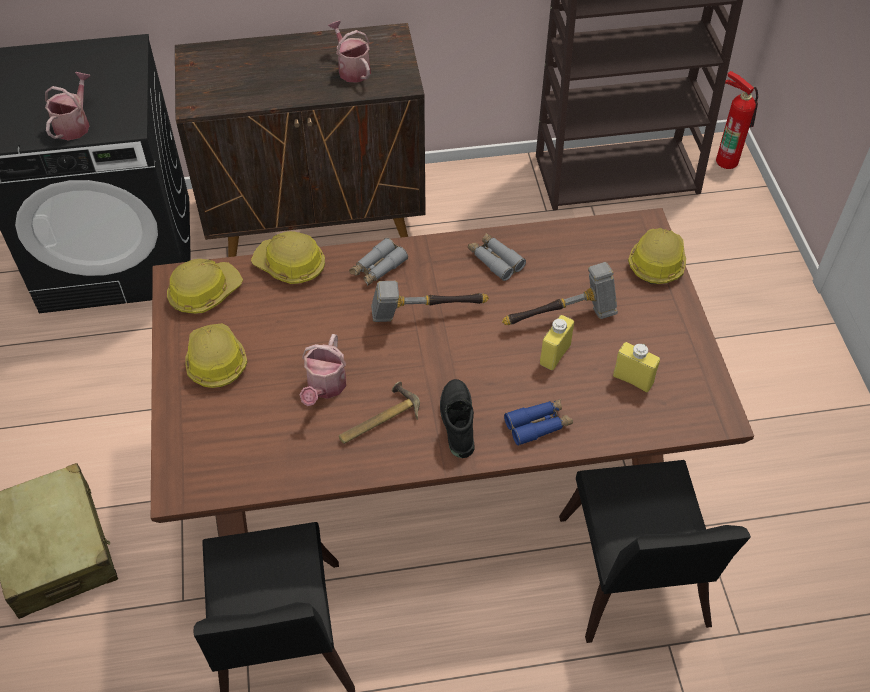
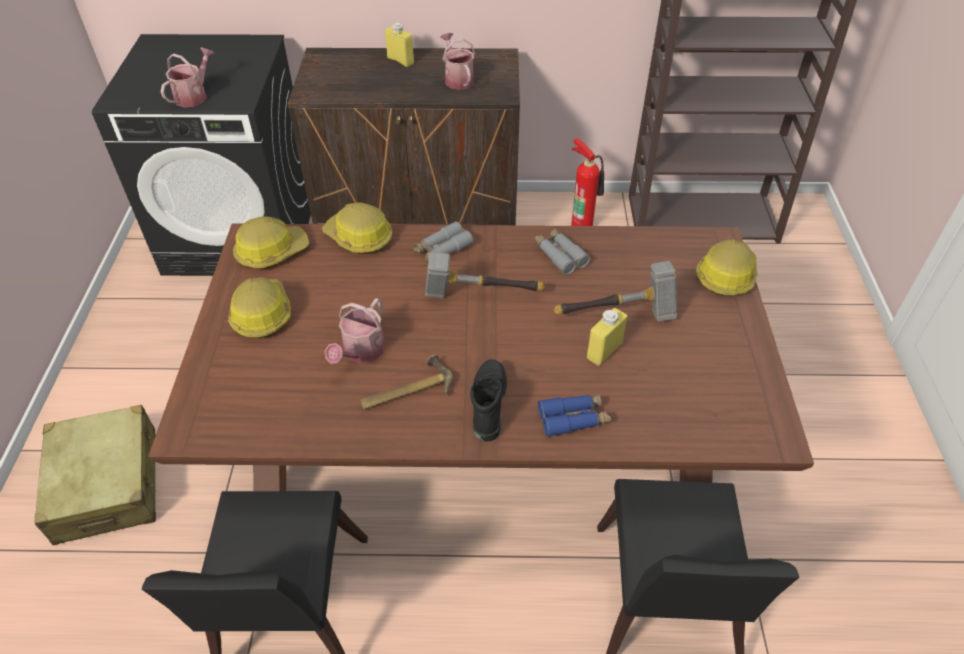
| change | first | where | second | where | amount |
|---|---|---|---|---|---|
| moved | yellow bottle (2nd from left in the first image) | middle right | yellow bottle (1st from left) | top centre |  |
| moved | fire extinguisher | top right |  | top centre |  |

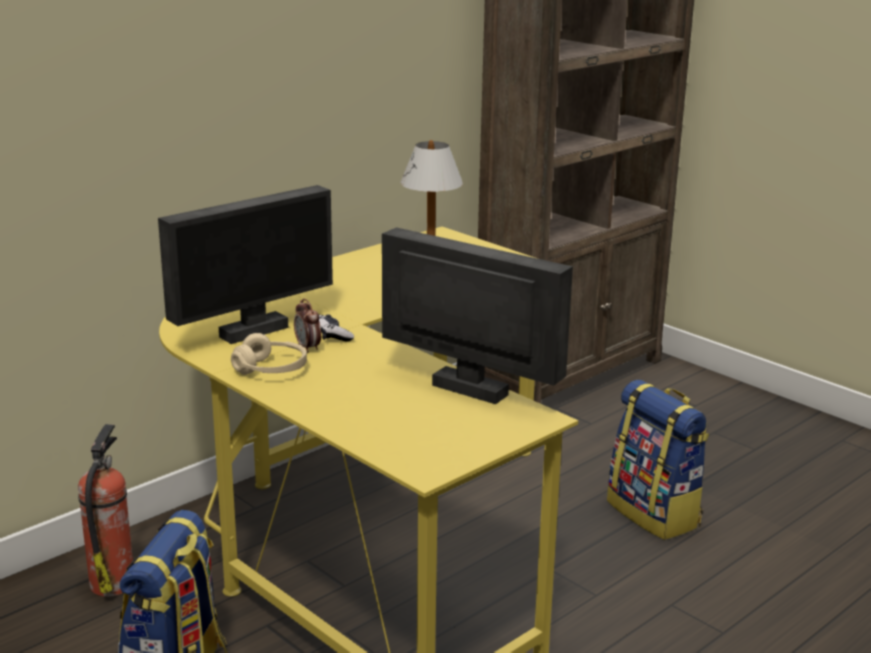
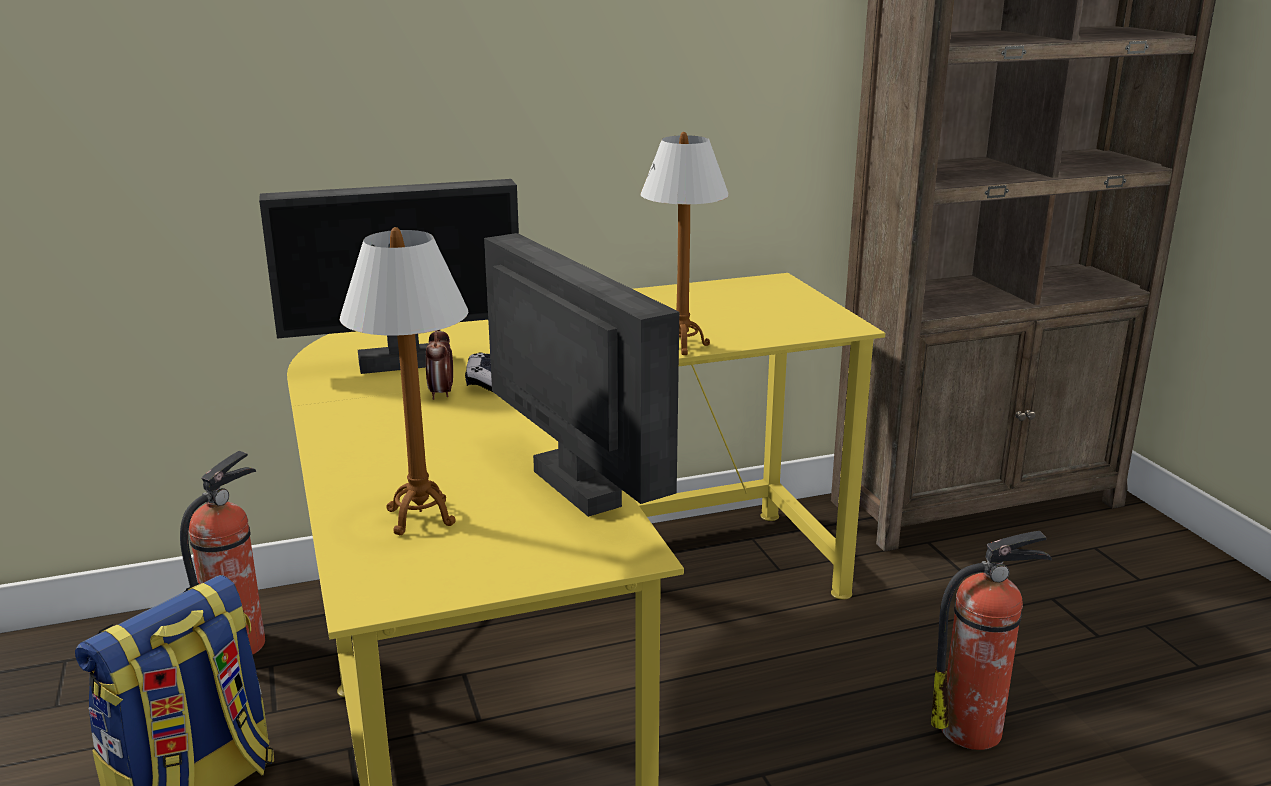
| change | first | where | second | where | amount |
|---|---|---|---|---|---|
| added |  |  | table lamp (1st from left) | middle left |  |
| replaced | backpack (2nd from left) | bottom right | fire extinguisher (2nd from left) | bottom right |  |
| removed | beige headphones | middle left |  |  |  |

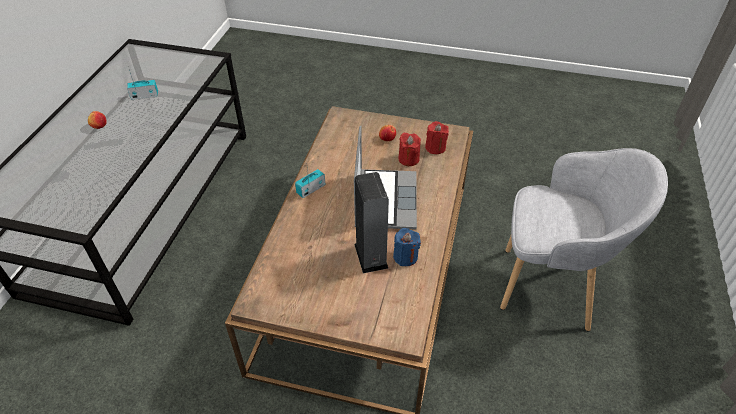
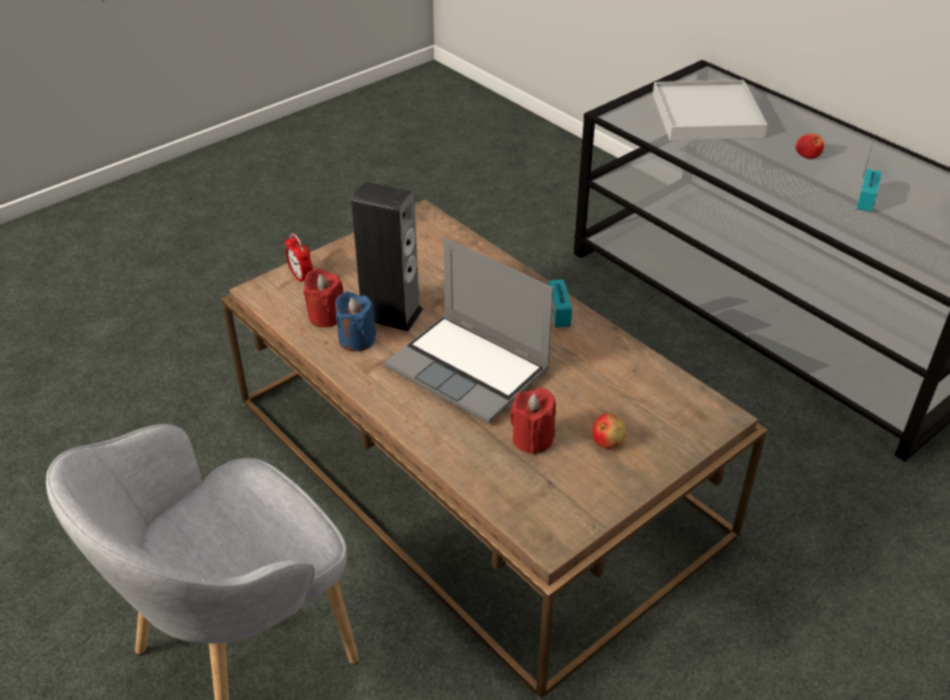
| change | first | where | second | where | amount |
|---|---|---|---|---|---|
| added |  |  | alarm clock | middle left |  |
| moved | red candle (2nd from left in the first image) | top centre | red candle (1st from left) | centre |  |
| added |  |  | white tray | top right |  |

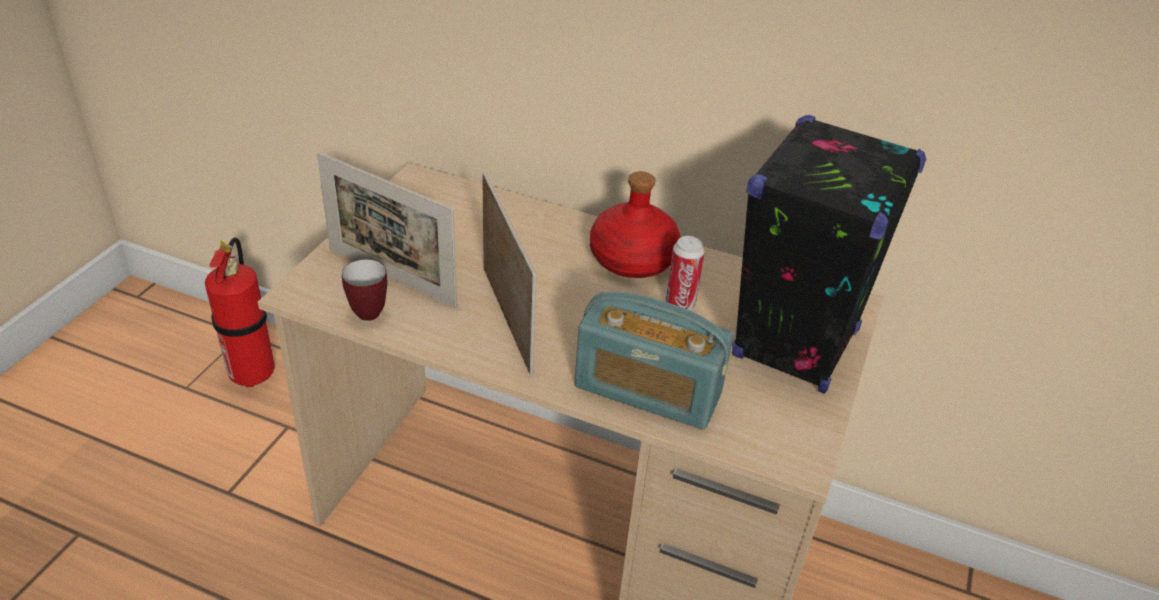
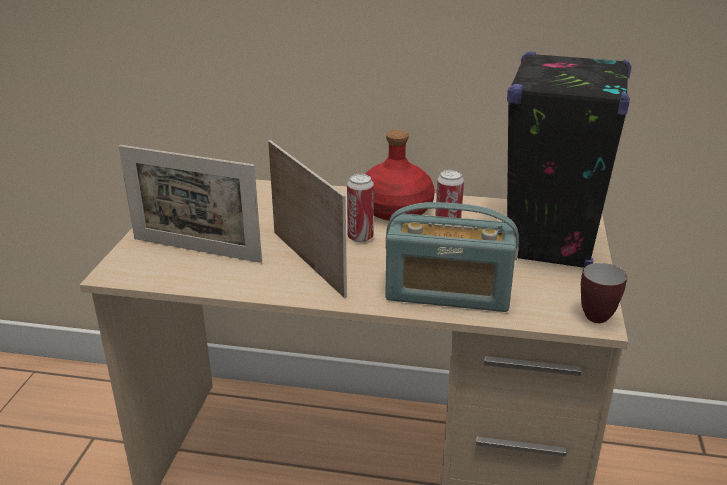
| change | first | where | second | where | amount |
|---|---|---|---|---|---|
| added |  |  | can (1st from left) | centre |  |
| moved | mug | middle left |  | middle right |  |
| removed | fire extinguisher | middle left |  |  |  |

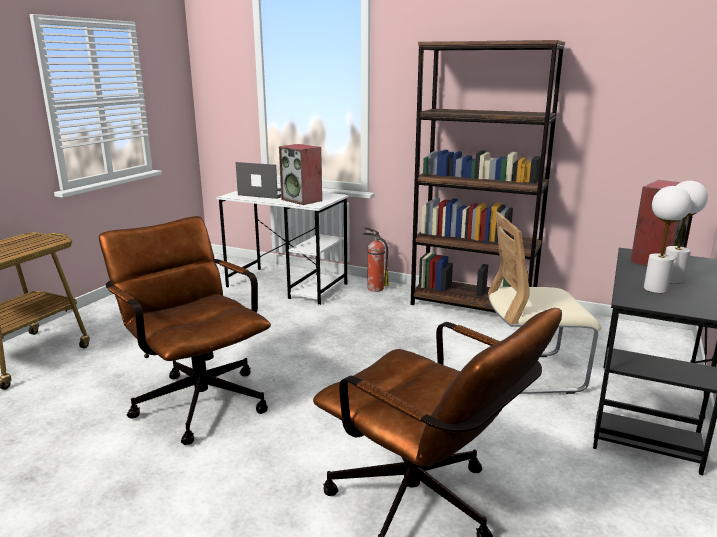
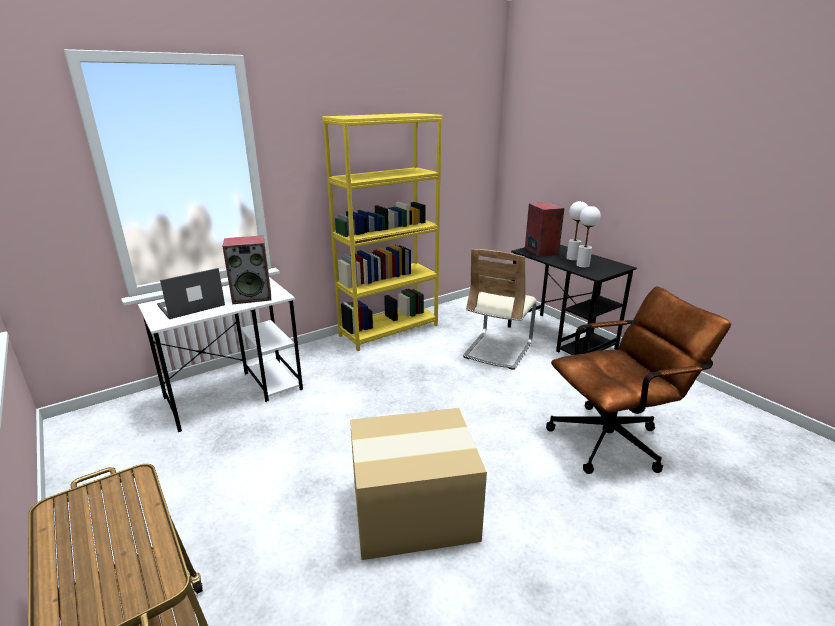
| change | first | where | second | where | amount |
|---|---|---|---|---|---|
| recoloured | brown bookcase | top right | yellow bookcase | centre |  |
| replaced | brown office chair (1st from left) | middle left | cardboard box | bottom centre |  |
| removed | fire extinguisher | centre |  |  |  |

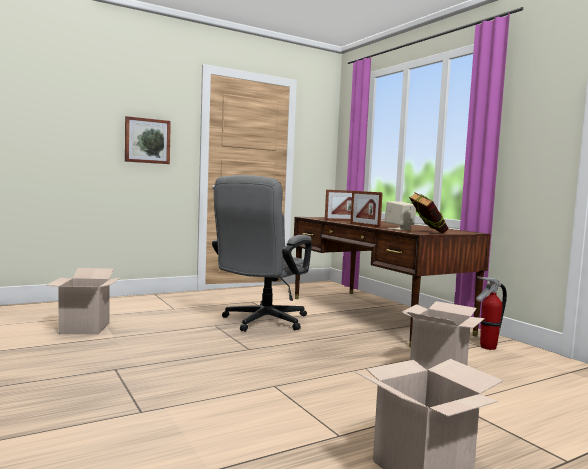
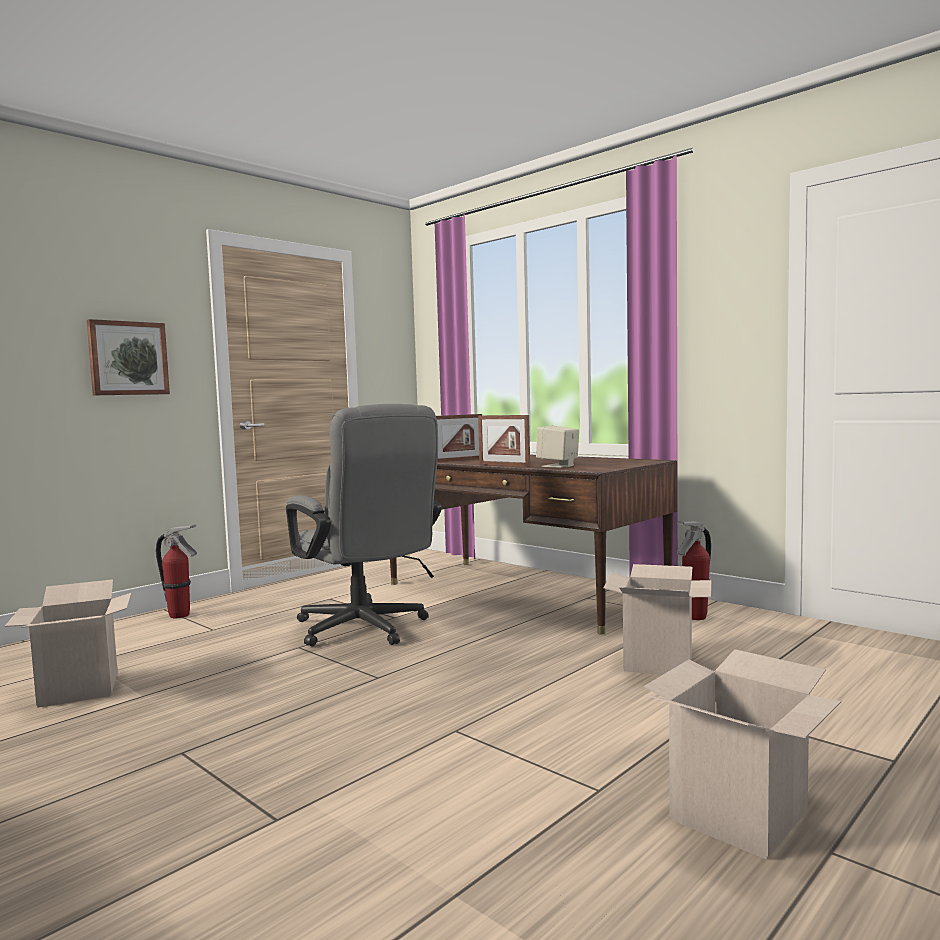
| change | first | where | second | where | amount |
|---|---|---|---|---|---|
| added |  |  | fire extinguisher (1st from left) | middle left |  |
| turned | grey office chair | centre |  | centre | 45 degrees counterclockwise |
| removed | book | middle right |  |  |  |

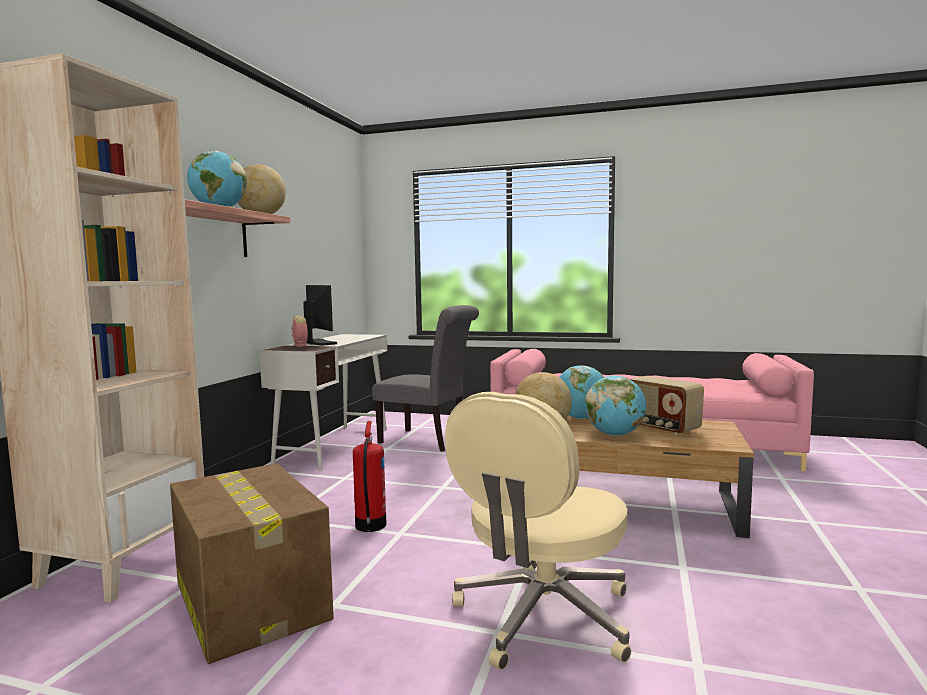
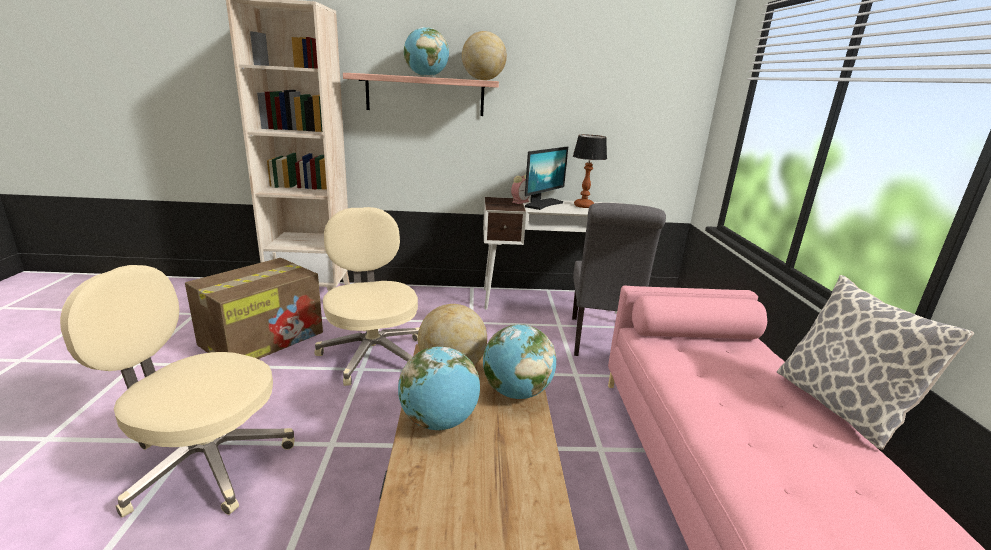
| change | first | where | second | where | amount |
|---|---|---|---|---|---|
| replaced | fire extinguisher | bottom centre | beige office chair (2nd from left) | centre |  |
| added |  |  | table lamp | top centre |  |
| added |  |  | pillow | middle right |  |
| removed | radio | middle right |  |  |  |

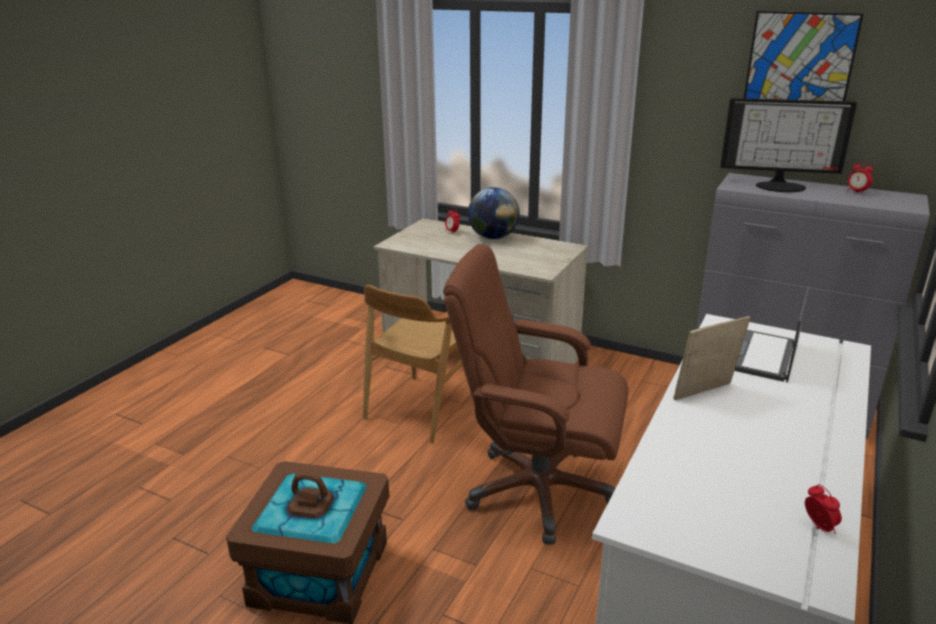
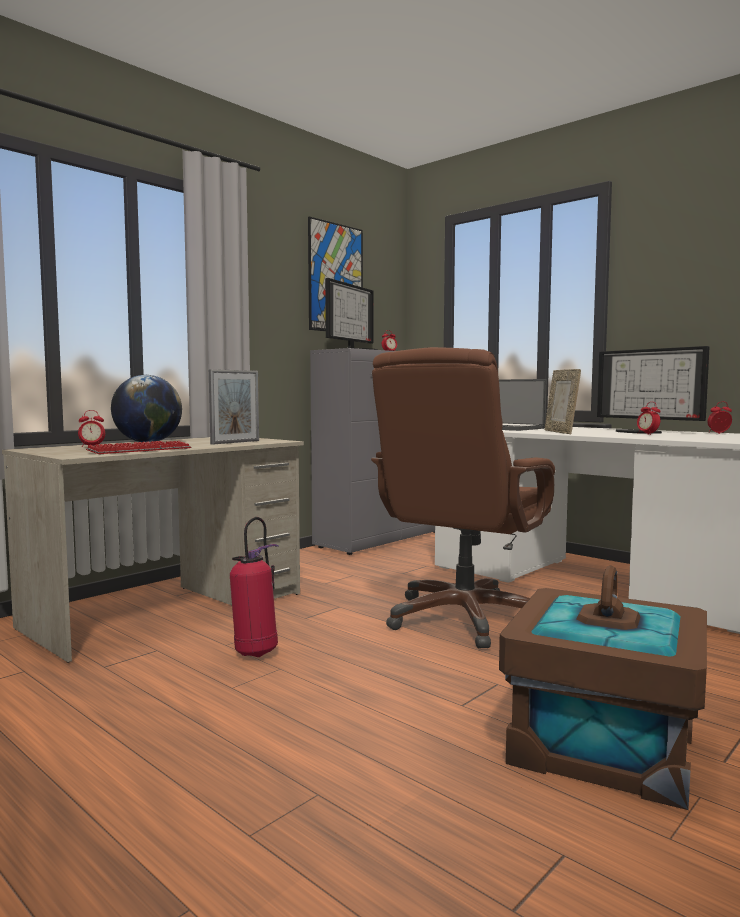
| change | first | where | second | where | amount |
|---|---|---|---|---|---|
| added |  |  | keyboard | middle left |  |
| added |  |  | picture frame (1st from left) | middle left |  |
| replaced | brown chair | centre | fire extinguisher | centre |  |
| added |  |  | monitor (2nd from left) | middle right |  |
| added |  |  | alarm clock (3rd from left) | middle right |  |

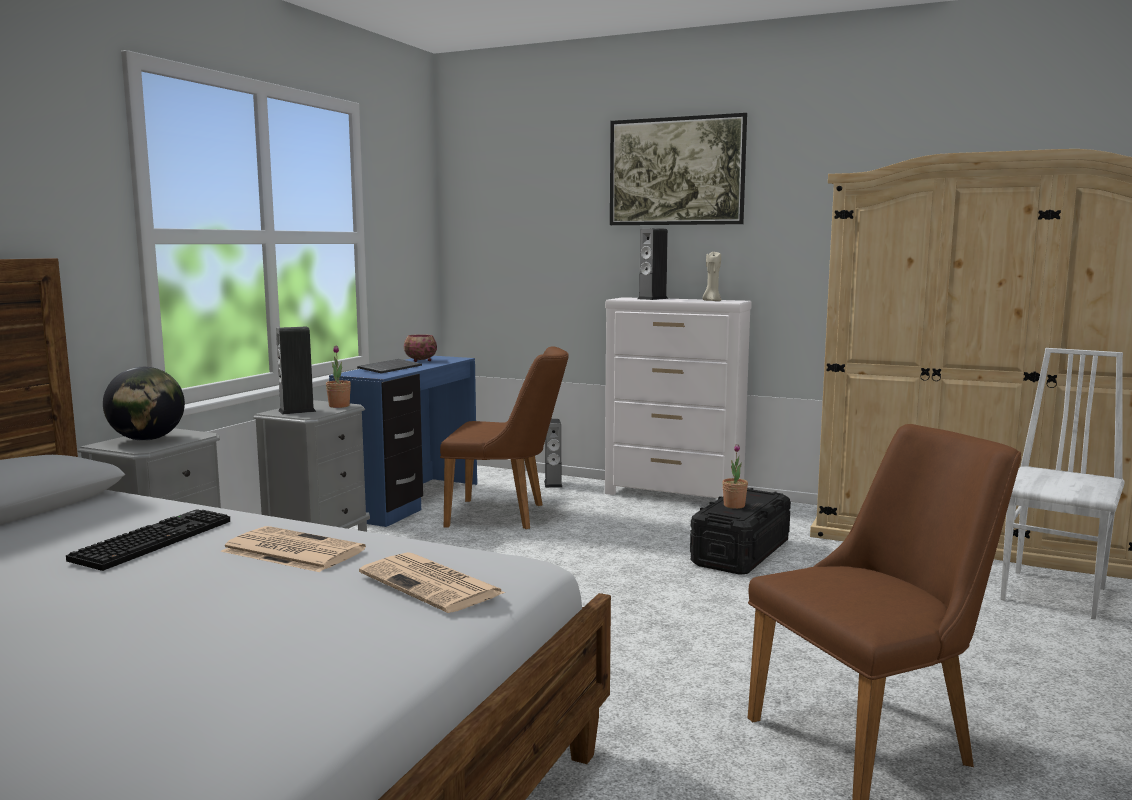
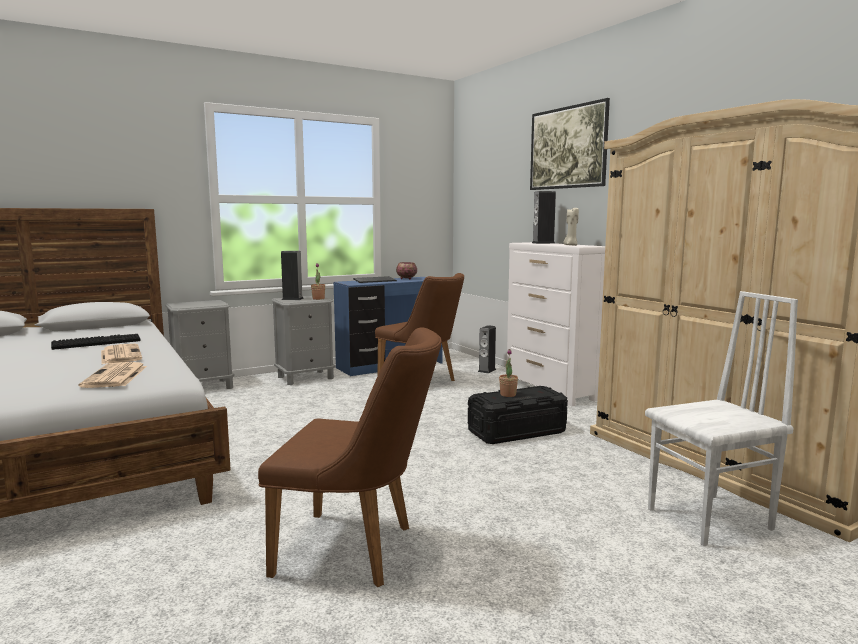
| change | first | where | second | where | amount |
|---|---|---|---|---|---|
| removed | globe | middle left |  |  |  |

